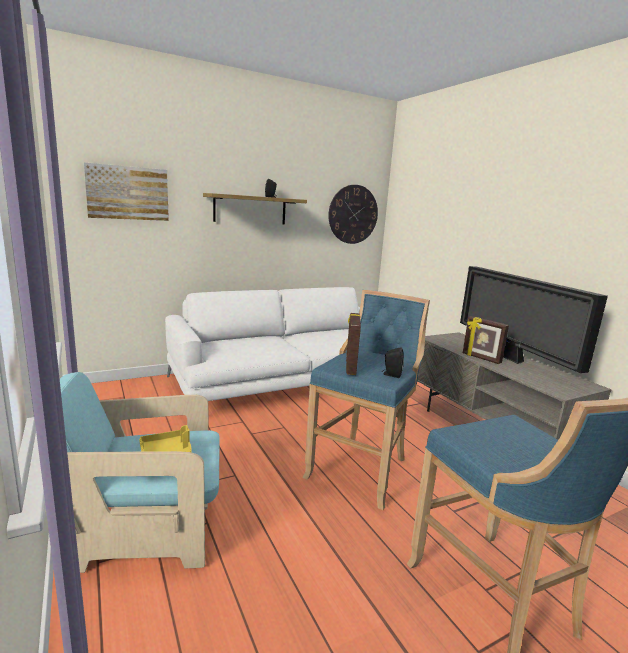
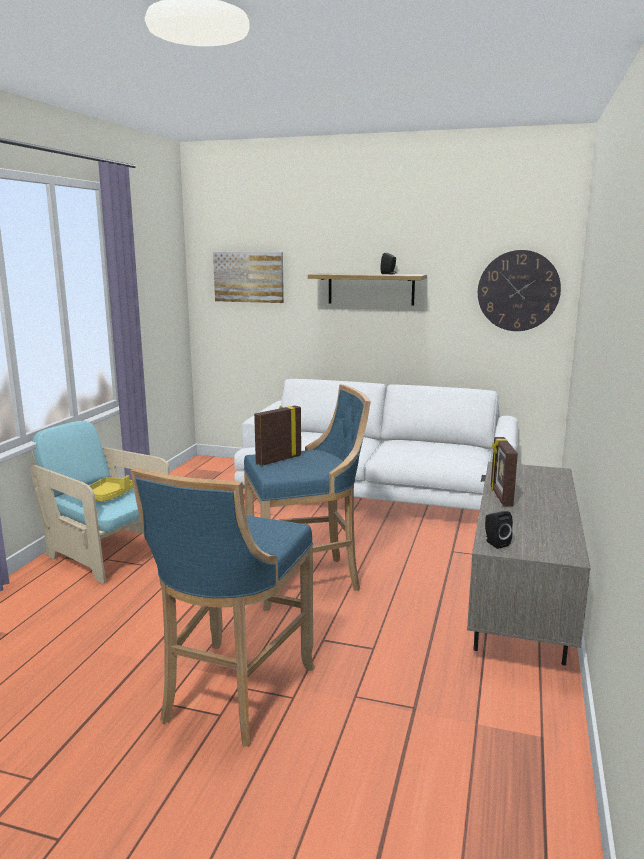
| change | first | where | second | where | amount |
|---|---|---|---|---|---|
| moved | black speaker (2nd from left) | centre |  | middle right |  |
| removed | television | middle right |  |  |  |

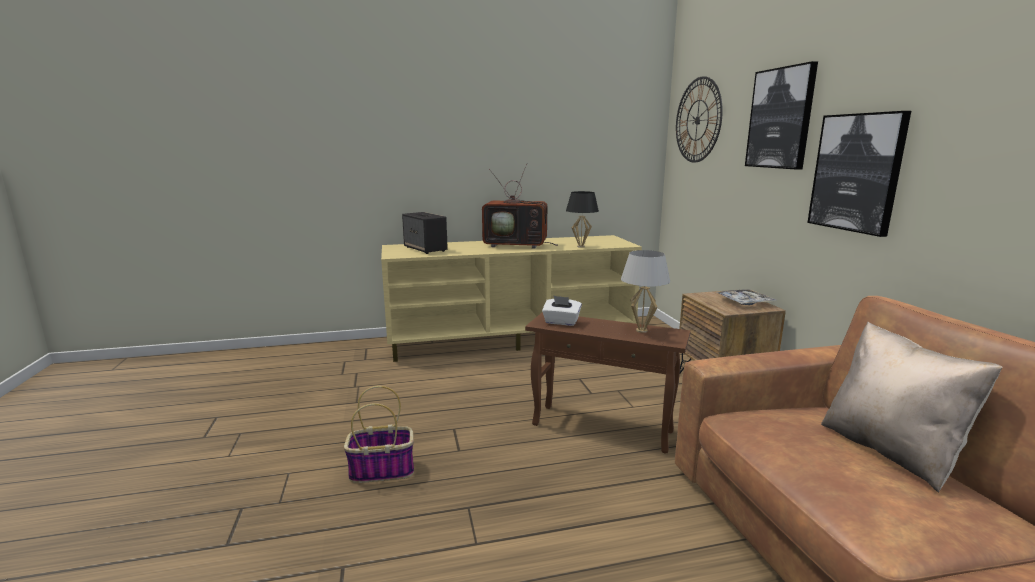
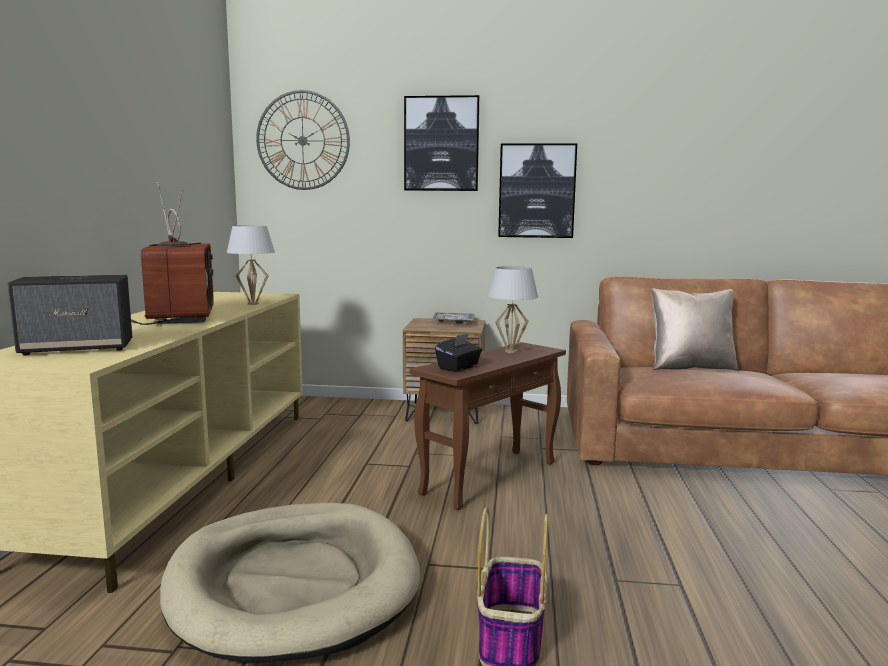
| change | first | where | second | where | amount |
|---|---|---|---|---|---|
| turned | television | centre |  | middle left | 45 degrees counterclockwise |
| added |  |  | beige dog bed | bottom left |  |
| recoloured | black table lamp | centre | white table lamp (1st from left) | middle left |  |
| recoloured | white tissue box | centre | black tissue box | centre |  |

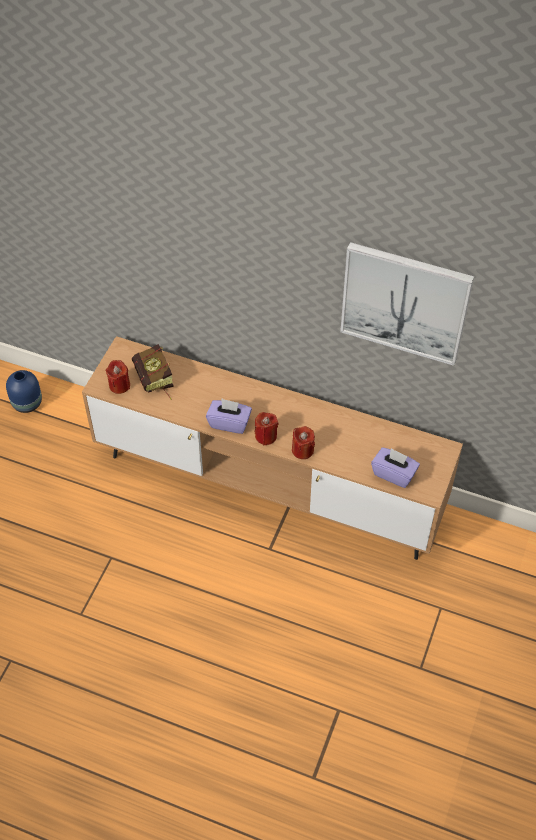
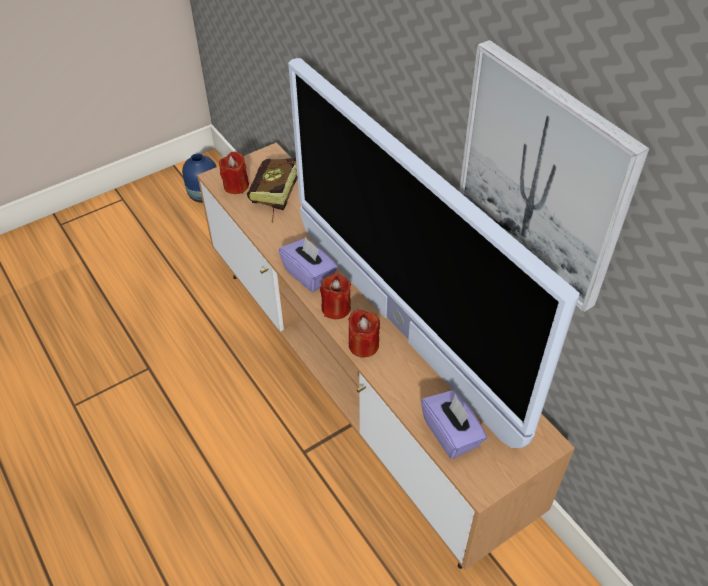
| change | first | where | second | where | amount |
|---|---|---|---|---|---|
| added |  |  | television | centre |  |

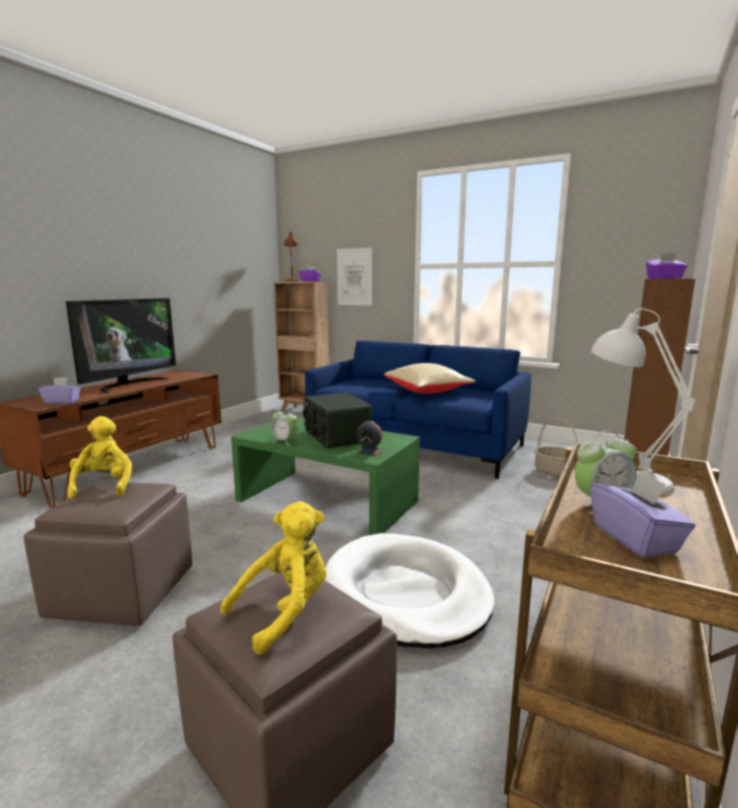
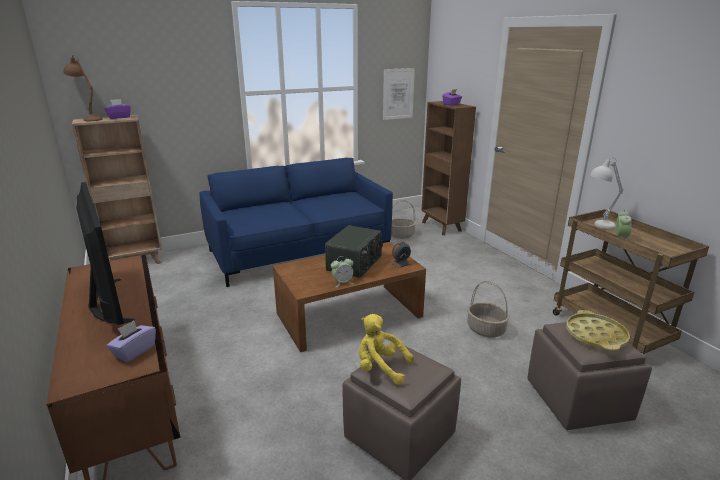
| change | first | where | second | where | amount |
|---|---|---|---|---|---|
| recoloured | green coffee table | centre | brown coffee table | centre |  |
| turned | radio | centre |  | centre | 75 degrees counterclockwise |
| moved | picture | centre |  | top centre |  |
| replaced | white dog bed | bottom centre | basket (2nd from left) | middle right |  |
| replaced | yellow plush toy (2nd from left) | bottom centre | yellow tray | bottom right |  |
| removed | beige pillow | centre |  |  |  |
| removed | purple tissue box (3rd from left) | middle right |  |  |  |

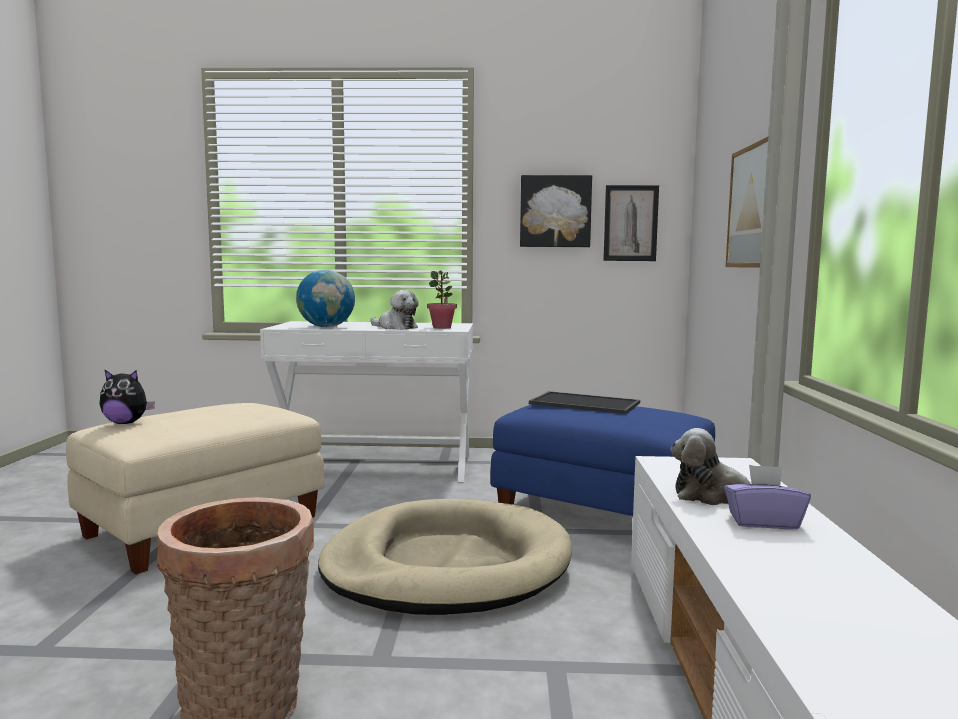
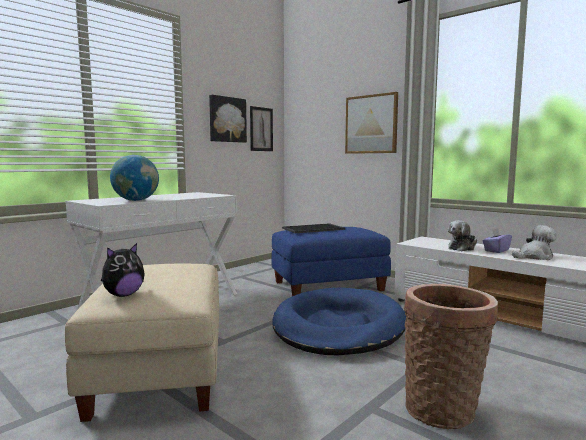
| change | first | where | second | where | amount |
|---|---|---|---|---|---|
| recoloured | beige dog bed | bottom centre | blue dog bed | bottom centre |  |
| moved | plush toy (2nd from left in the first image) | centre | plush toy (3rd from left) | middle right |  |
| removed | potted plant | centre |  |  |  |

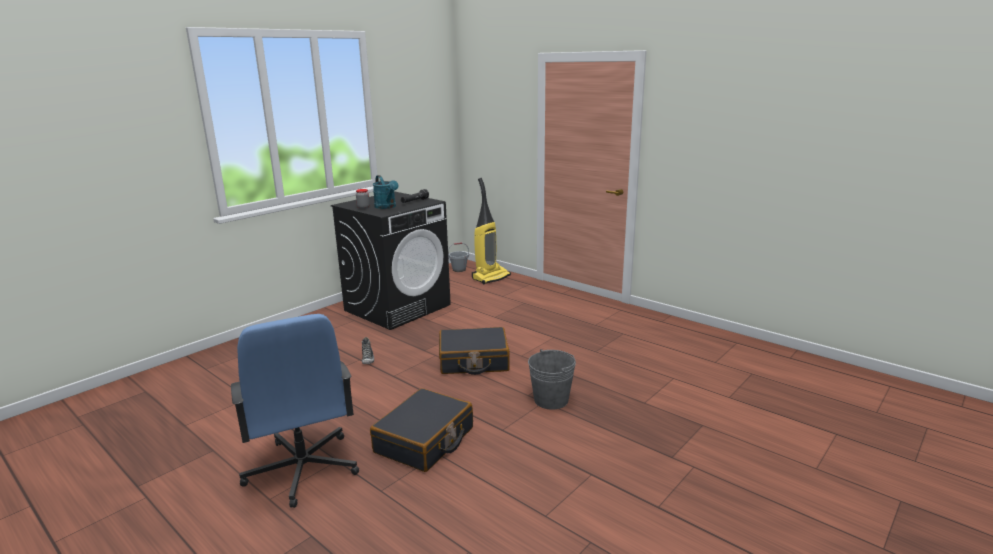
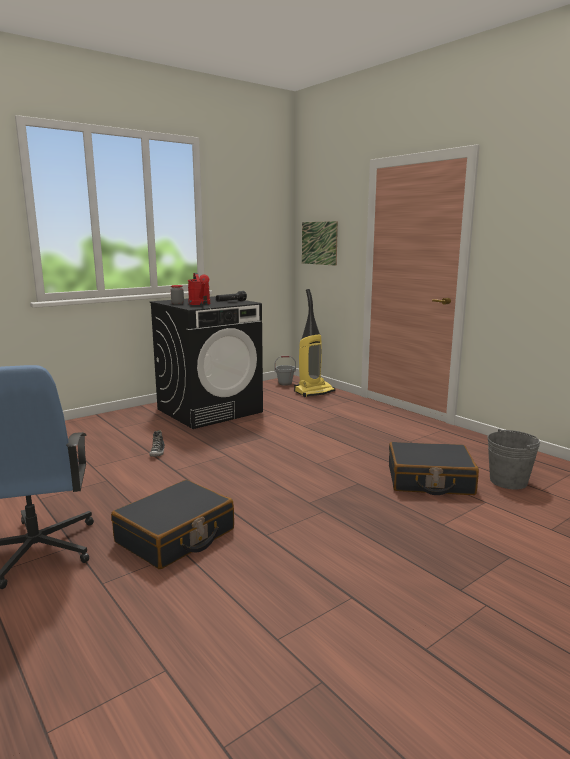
| change | first | where | second | where | amount |
|---|---|---|---|---|---|
| recoloured | turquoise watering can | centre | red watering can | centre |  |
| added |  |  | picture | top centre |  |
| moved | black suitcase (2nd from left) | centre |  | middle right |  |
| moved | grey bucket (2nd from left) | bottom centre |  | middle right |  |

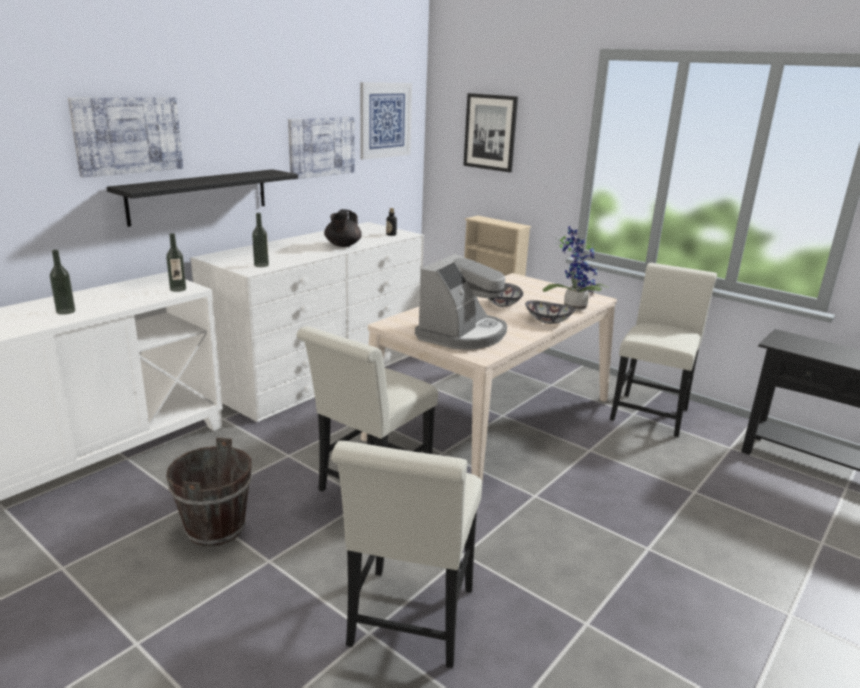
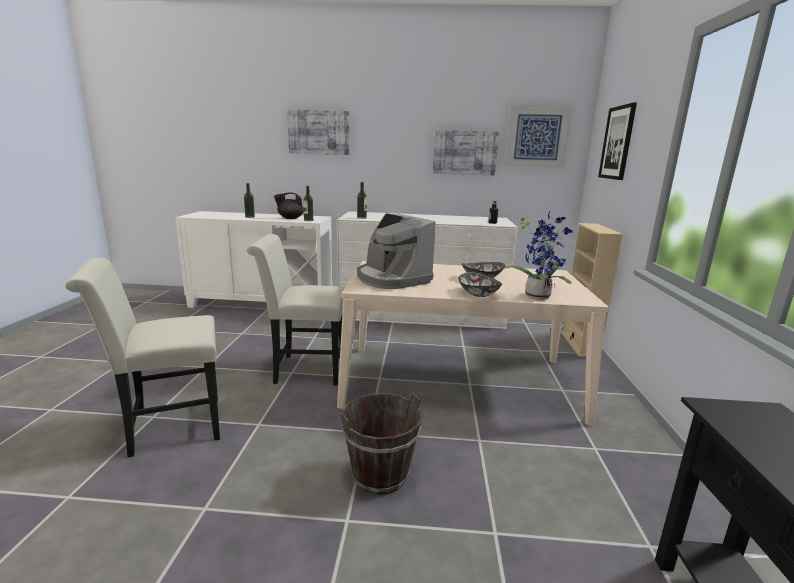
| change | first | where | second | where | amount |
|---|---|---|---|---|---|
| moved | black teapot | top centre |  | centre |  |
| moved | brown bucket | bottom left |  | bottom centre |  |
| turned | coffee machine | centre |  | centre | 60 degrees clockwise |
| removed | black shelf | top left |  |  |  |
| removed | white chair (3rd from left) | middle right |  |  |  |

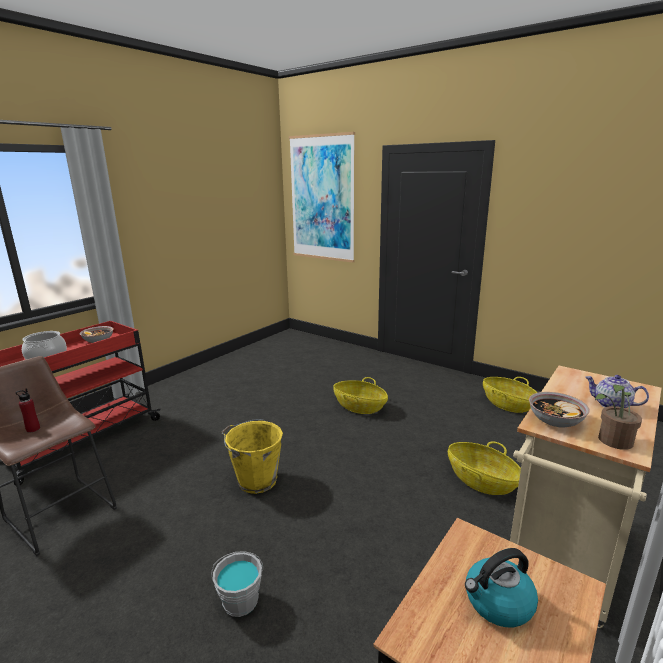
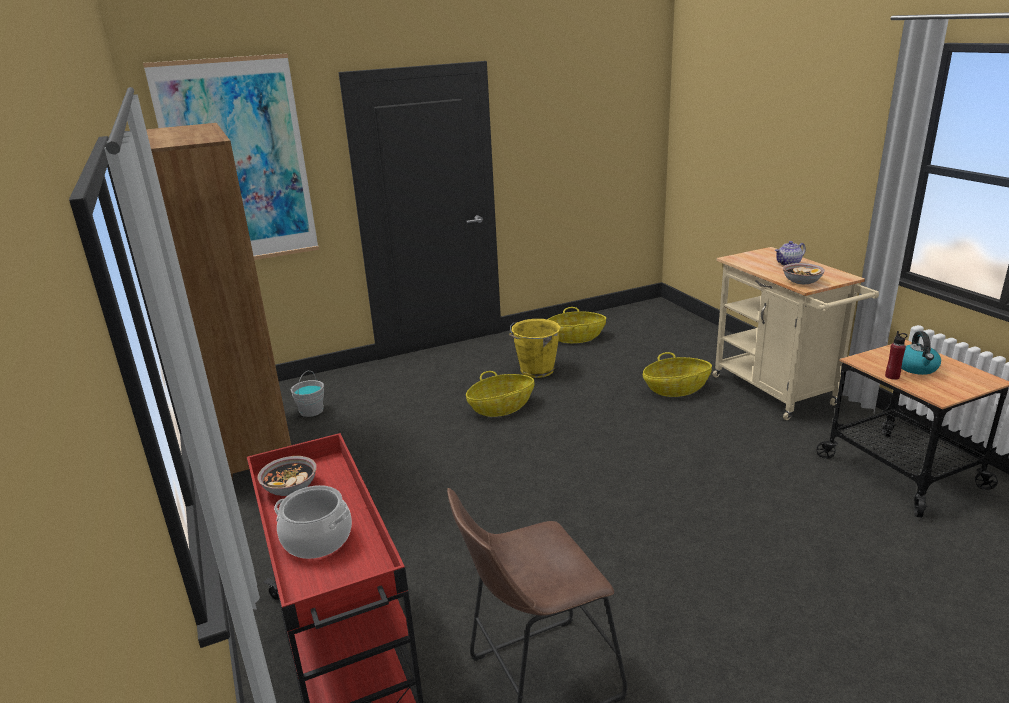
| change | first | where | second | where | amount |
|---|---|---|---|---|---|
| added |  |  | brown bookcase | middle left |  |
| moved | grey bucket | bottom centre |  | middle left |  |
| moved | yellow bucket | bottom centre |  | centre |  |
| moved | red bottle | middle left |  | middle right |  |
| removed | potted plant | middle right |  |  |  |

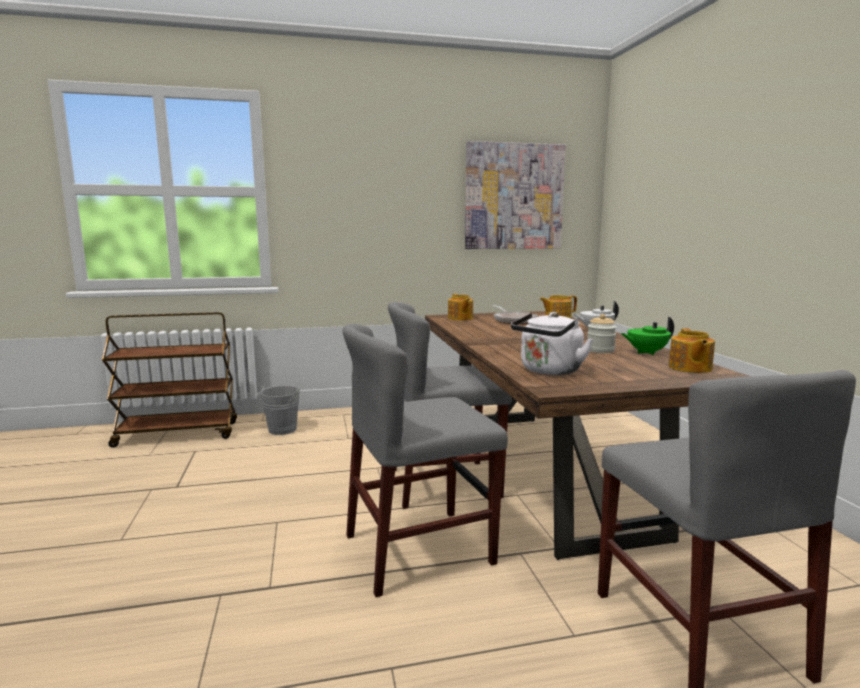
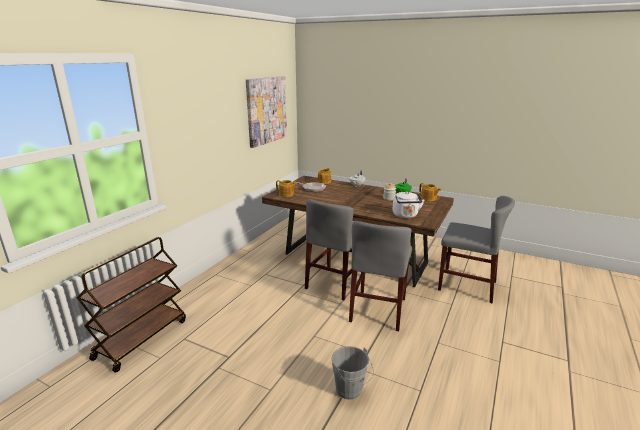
| change | first | where | second | where | amount |
|---|---|---|---|---|---|
| moved | grey bucket | middle left |  | bottom centre |  |

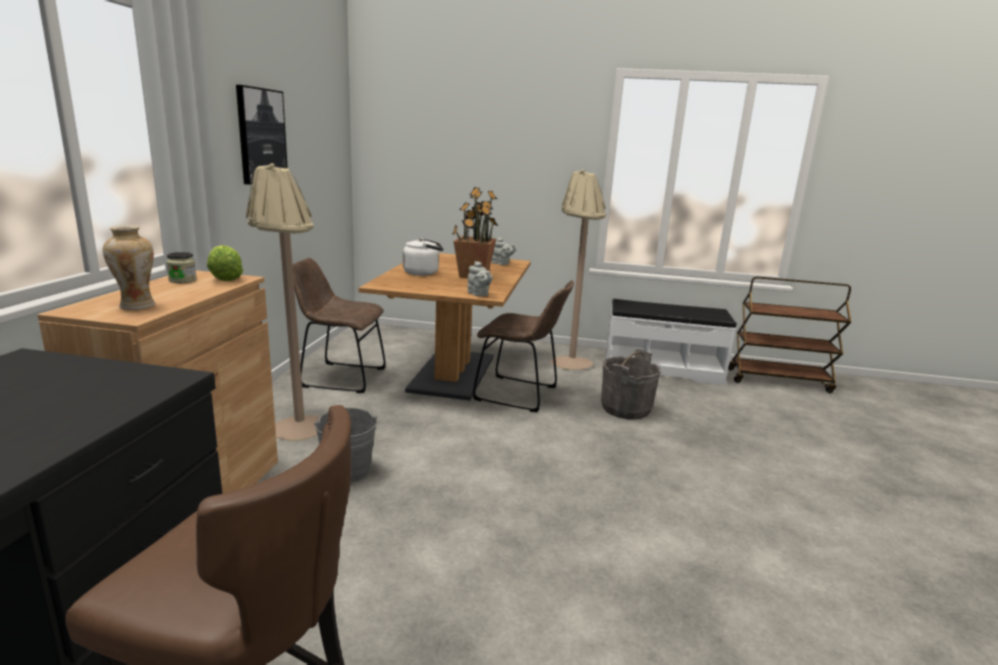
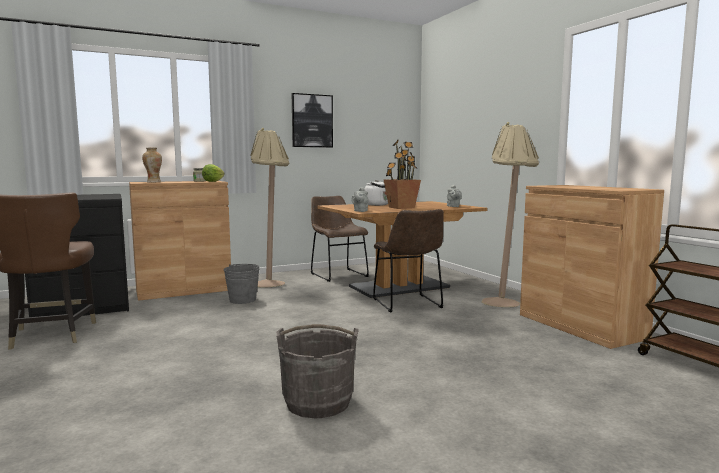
| change | first | where | second | where | amount |
|---|---|---|---|---|---|
| moved | grey bucket (2nd from left) | centre |  | bottom centre |  |
| replaced | white bench | middle right | brown cabinet (2nd from left) | middle right |  |

